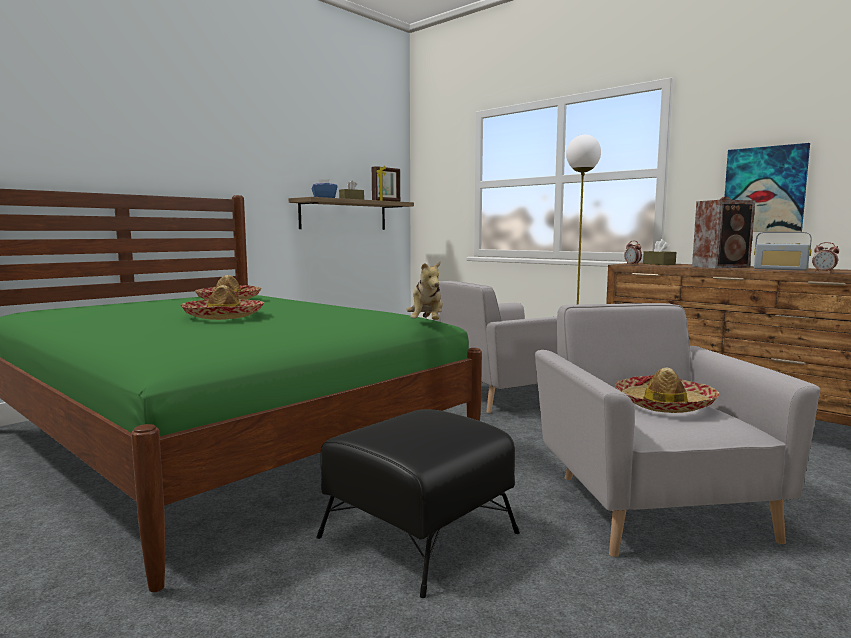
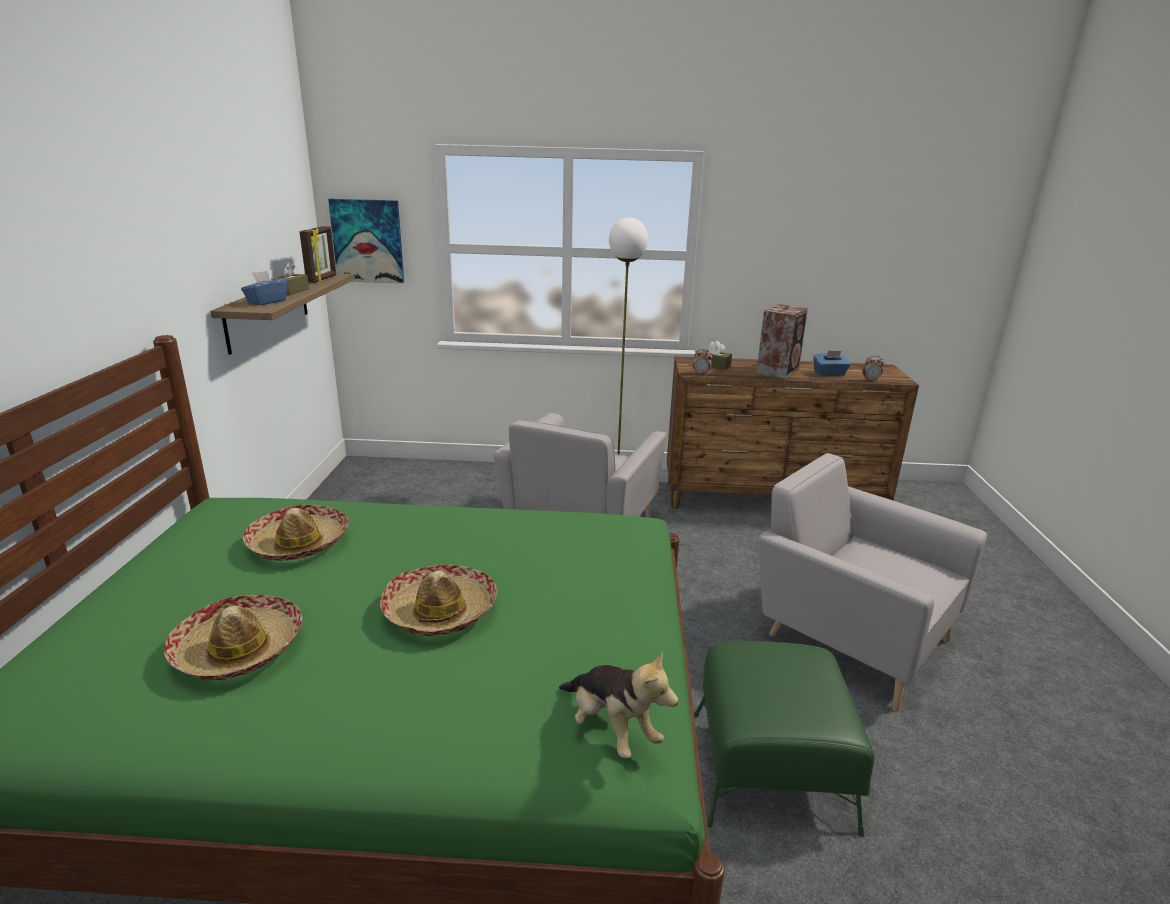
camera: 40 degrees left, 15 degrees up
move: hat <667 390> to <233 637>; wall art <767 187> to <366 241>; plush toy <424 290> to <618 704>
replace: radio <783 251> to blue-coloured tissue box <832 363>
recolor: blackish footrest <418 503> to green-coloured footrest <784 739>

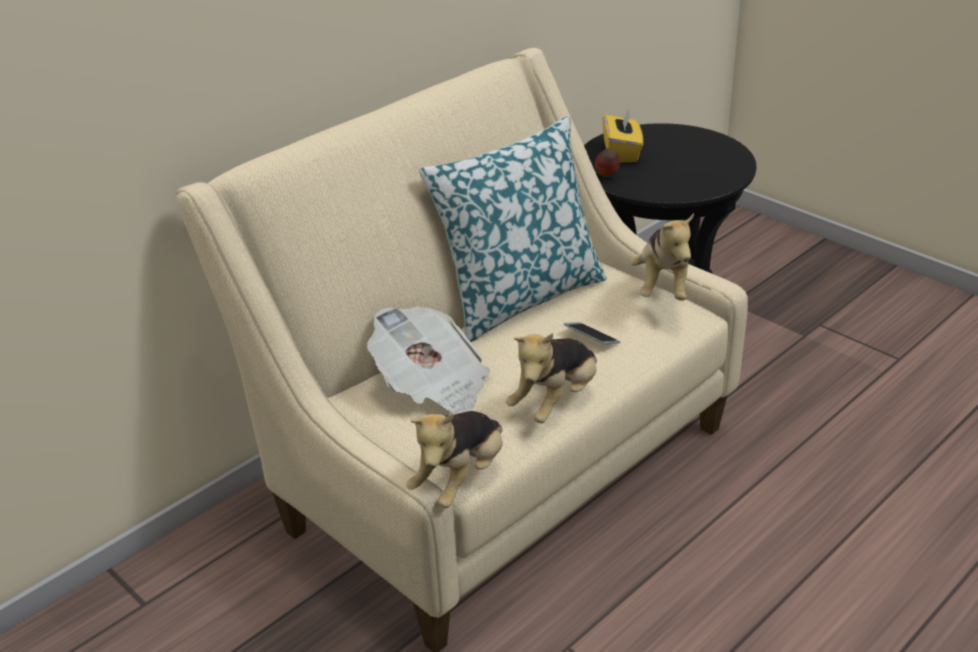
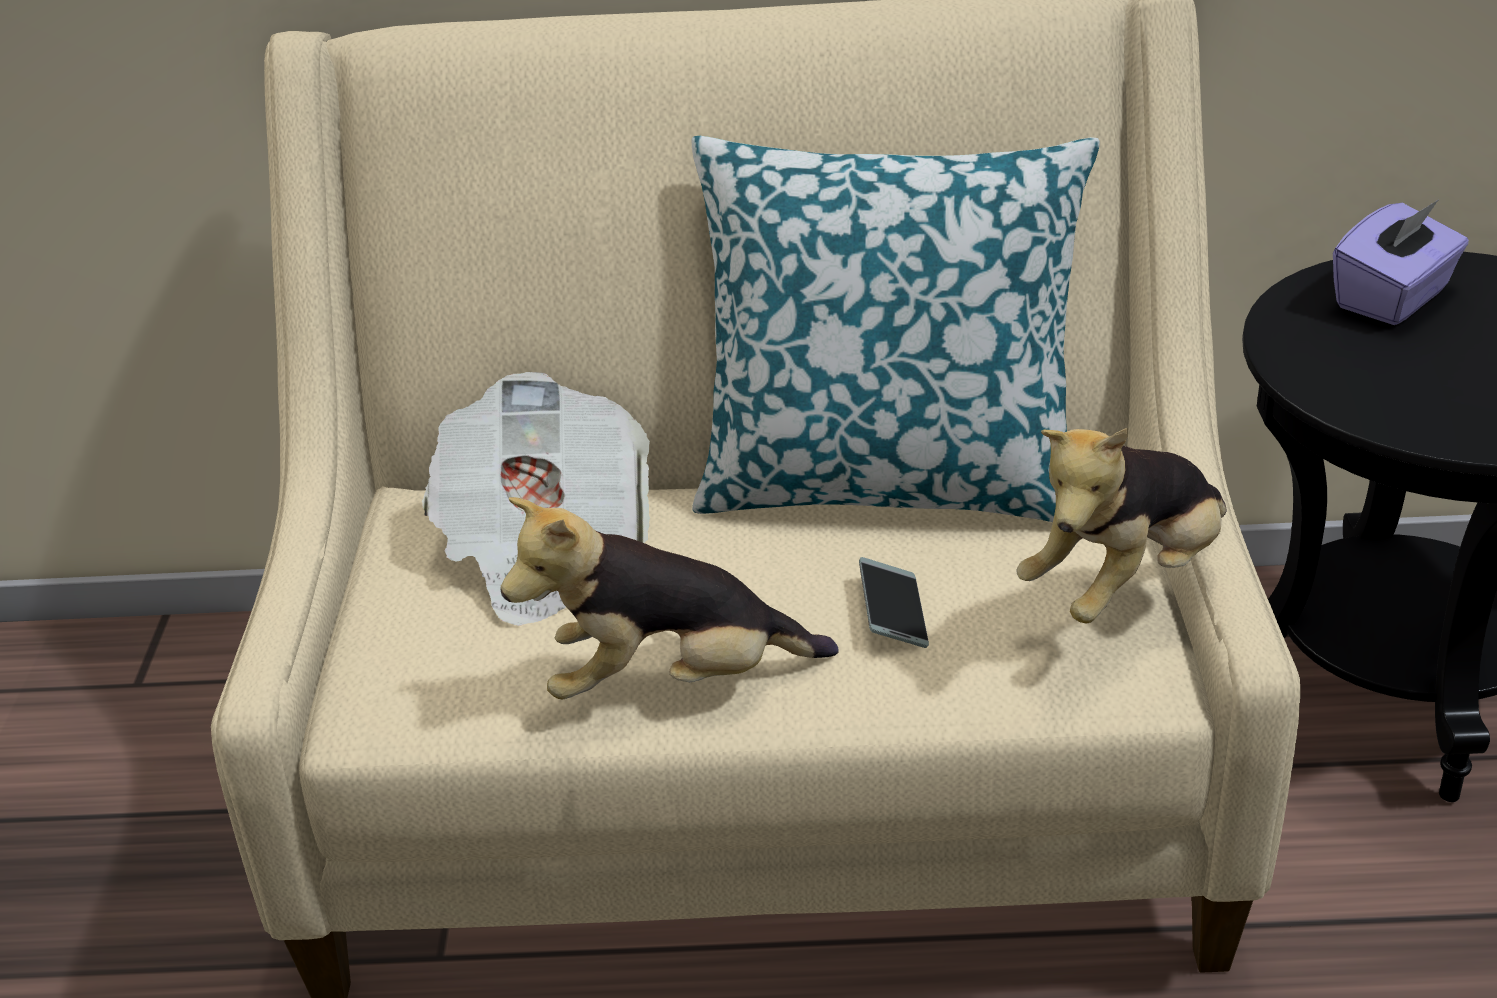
camera: 45 degrees right, 0 degrees up
delete: plush toy <454 459>; apple fruit <607 162>
recolor: yellowish tissue box <623 135> to purplish tissue box <1401 262>

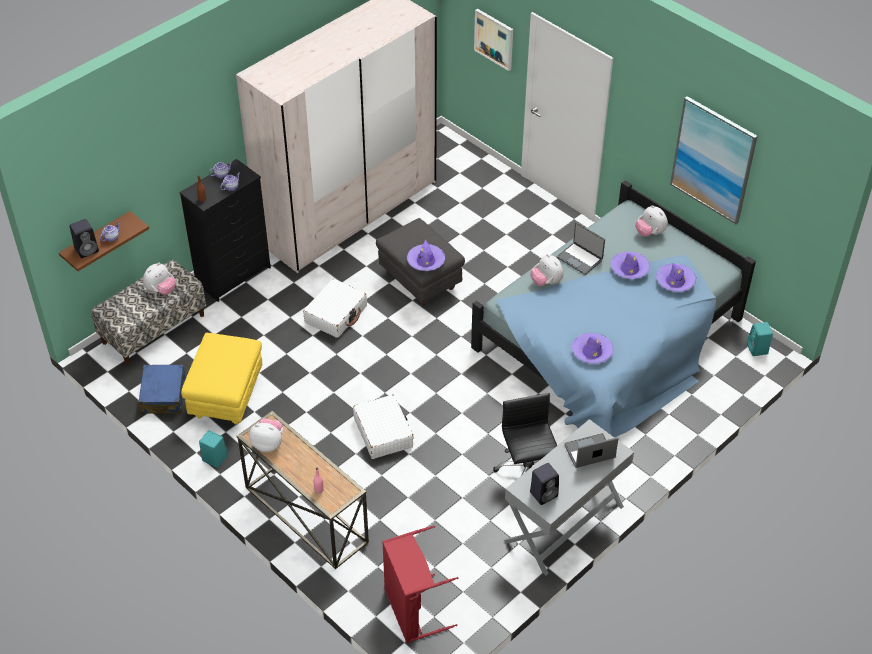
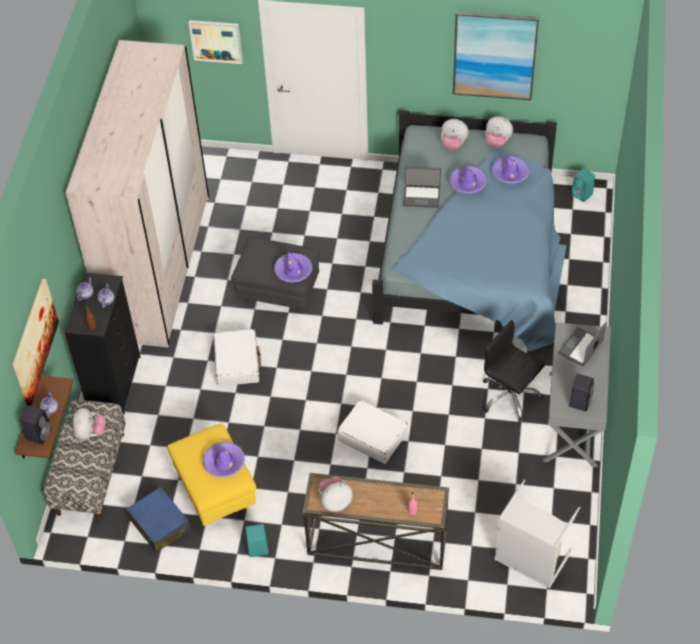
camera: 35 degrees left, 5 degrees up
insert: wall art <35 342>
move: purplish hat <593 348> to <224 460>; plush toy <546 270> to <499 132>
recolor: red hamper <420 584> to greyish hamper <537 534>

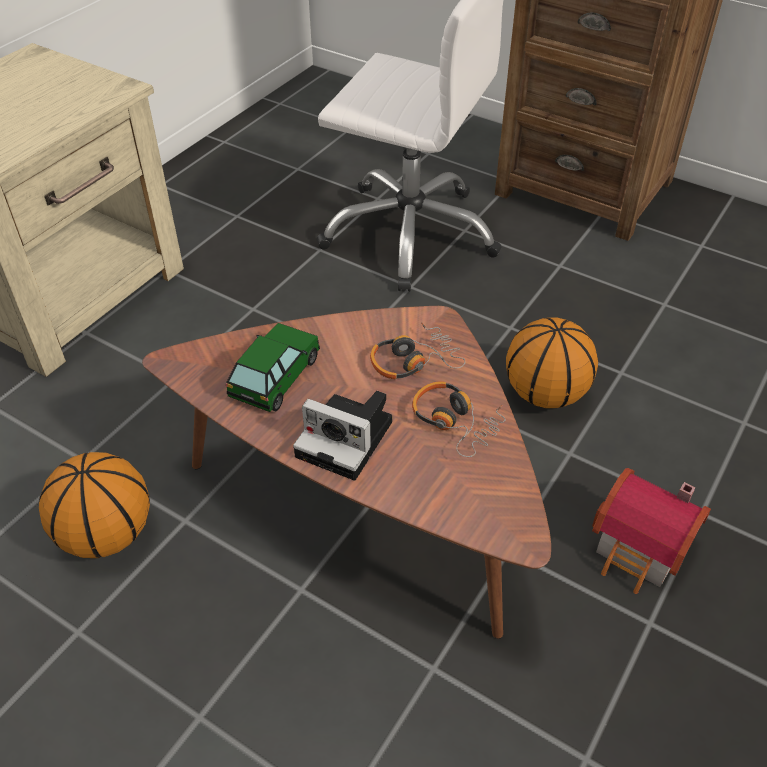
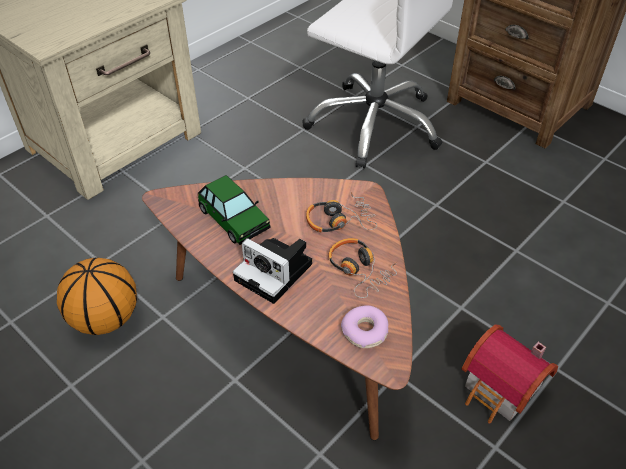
camera: 10 degrees right, 0 degrees up
delete: basketball ball <552 363>
insert: doughnut <364 326>
rotate: miniature car <273 367> = <234 210> 105 degrees clockwise

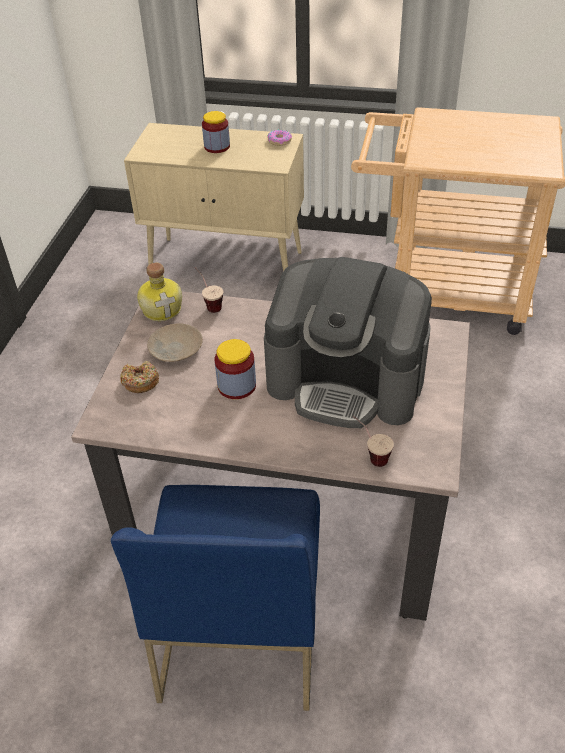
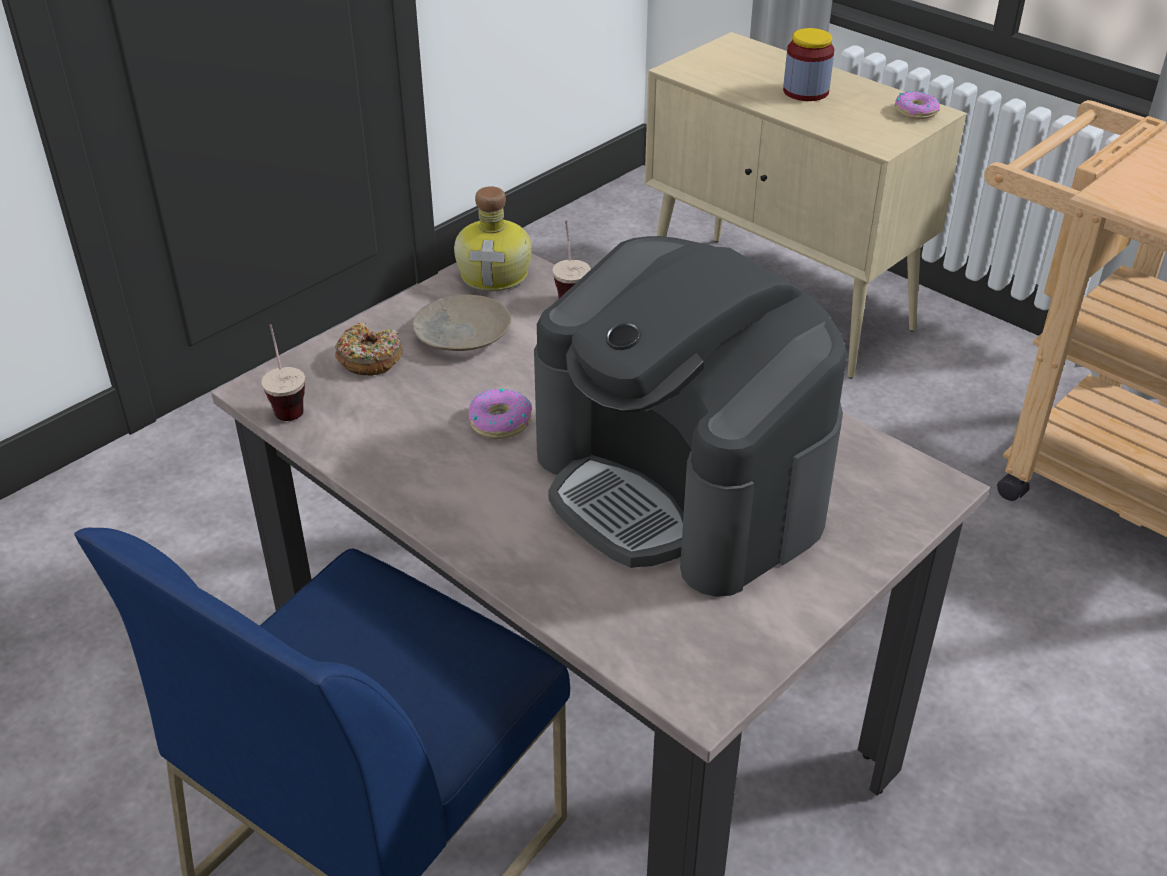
camera: 30 degrees right, 5 degrees down
move: cup <373 441> to <283 372>
replace: storage jar <235 369> to doughnut <500 414>

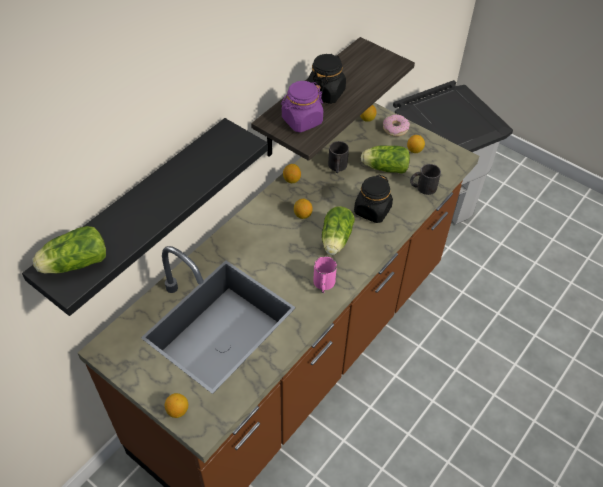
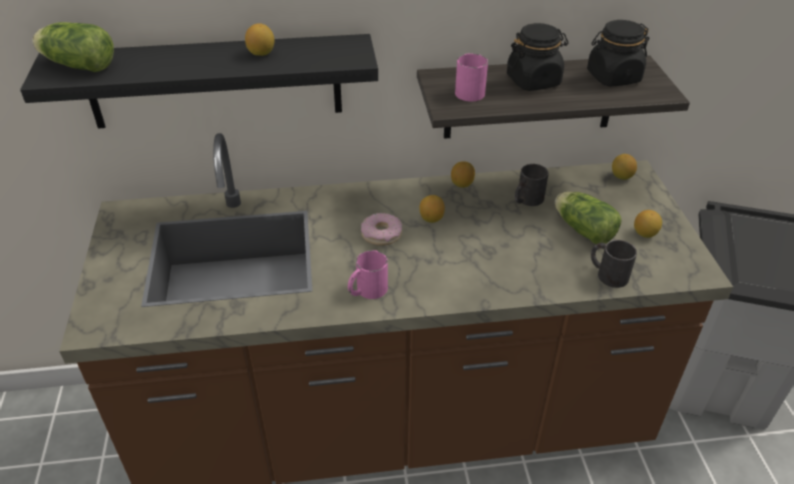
camera: 45 degrees right, 10 degrees down
delete: lettuce <338 230>
move: citrus fruit <176 405> to <259 40>; doughnut <396 126> to <381 229>; blackish storage jar <373 198> to <618 53>
replace: purplish storage jar <302 107> to pink mug <471 77>

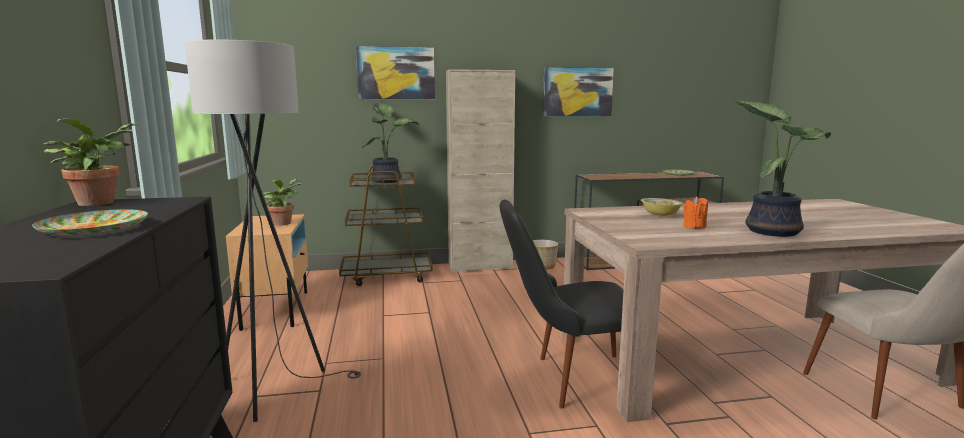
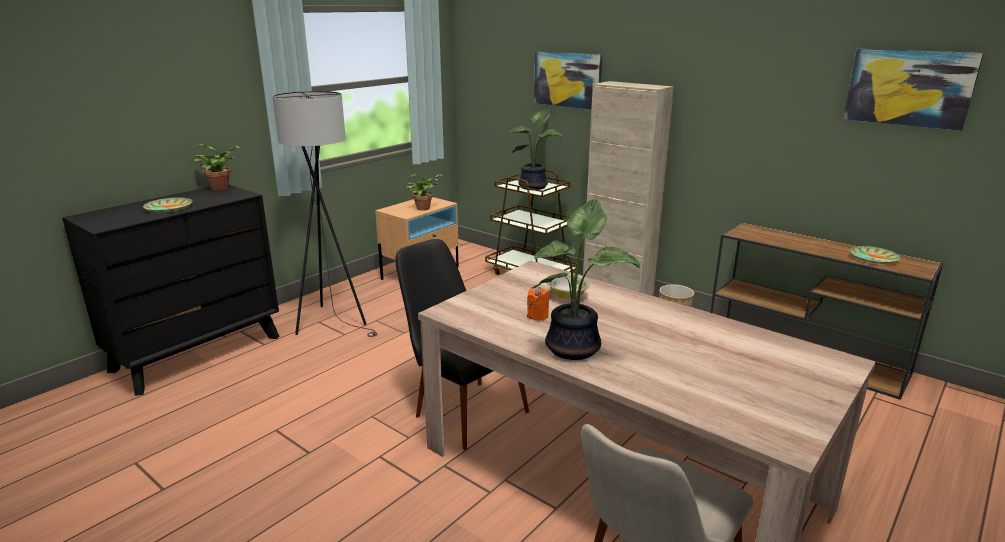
camera: 50 degrees right, 10 degrees up
move: wall art <578 92> to <913 89>

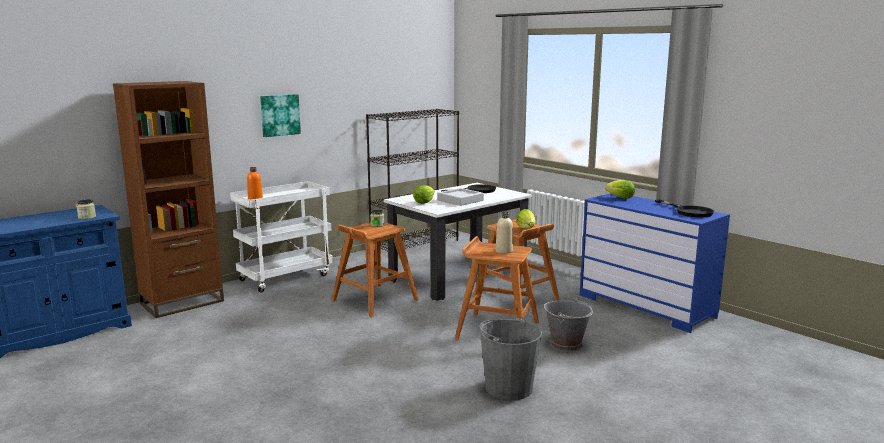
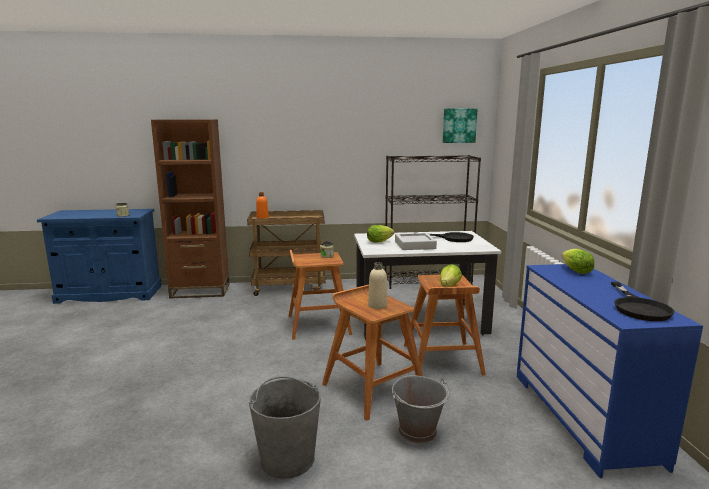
camera: 35 degrees right, 0 degrees up
move: wall art <280 115> to <460 126>
recolor: whitish wheeled cart <281 237> to brown wheeled cart <286 253>

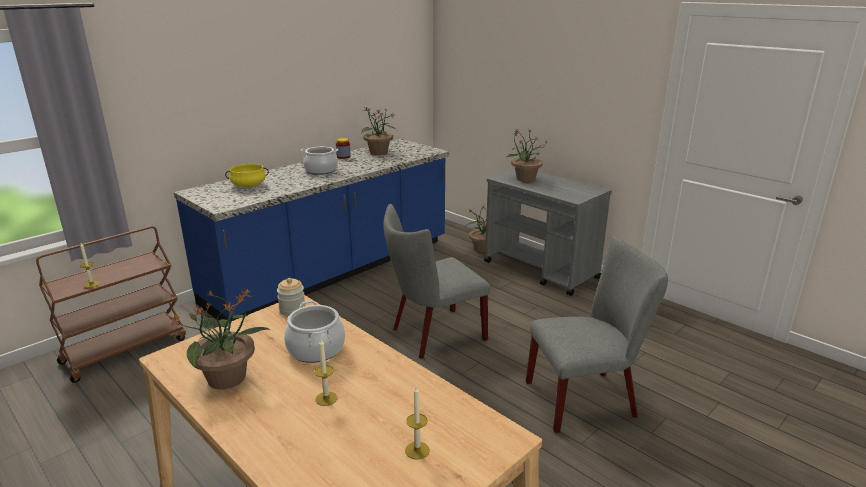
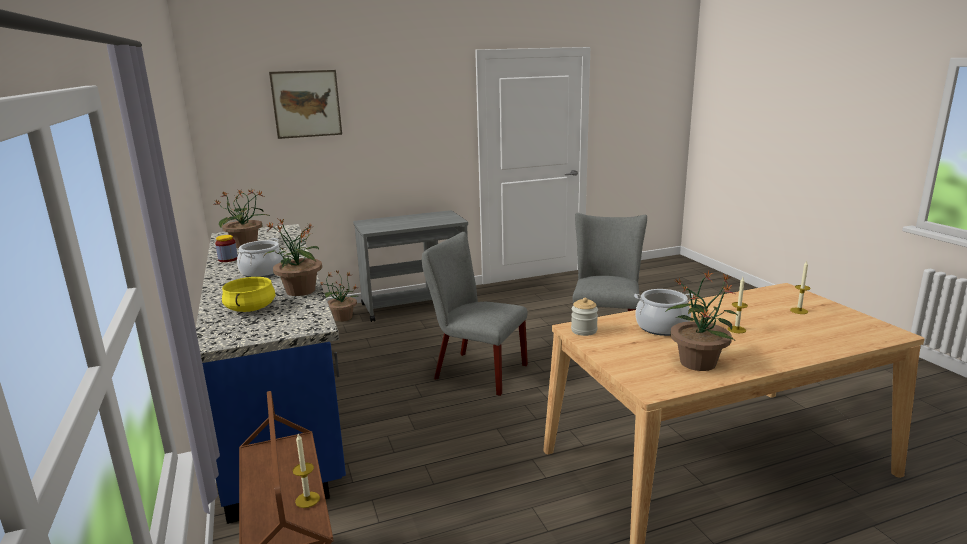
camera: 65 degrees left, 5 degrees down
insert: wall art <305 104>
move: plant in a pot <527 155> to <292 257>
rotate: greyish chair <436 281> = <475 314> 120 degrees clockwise

